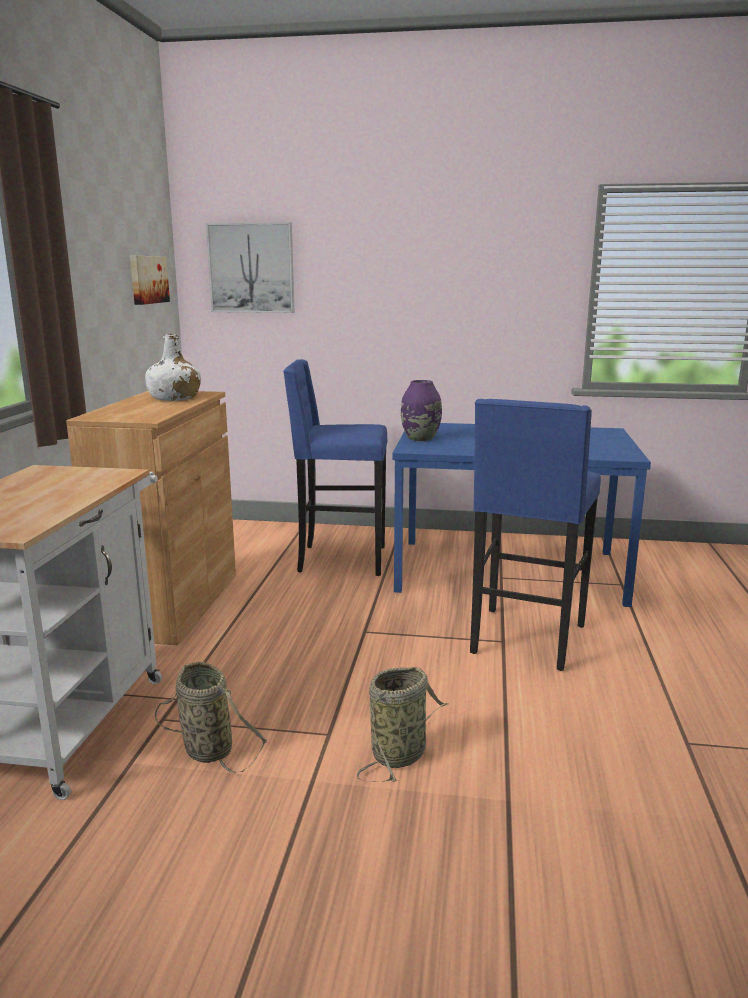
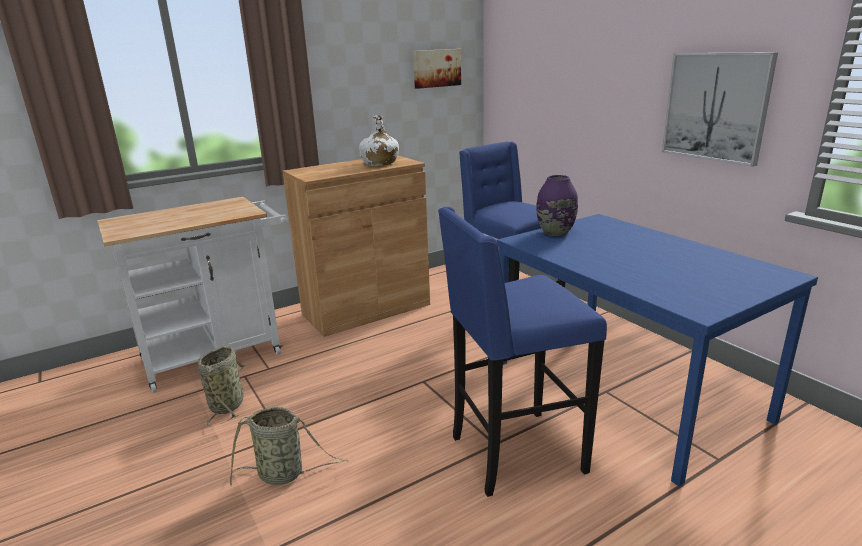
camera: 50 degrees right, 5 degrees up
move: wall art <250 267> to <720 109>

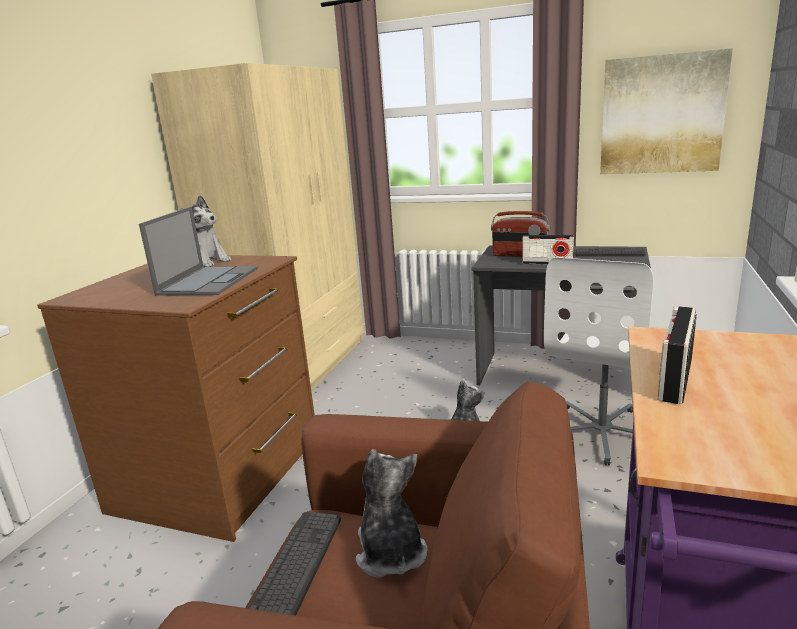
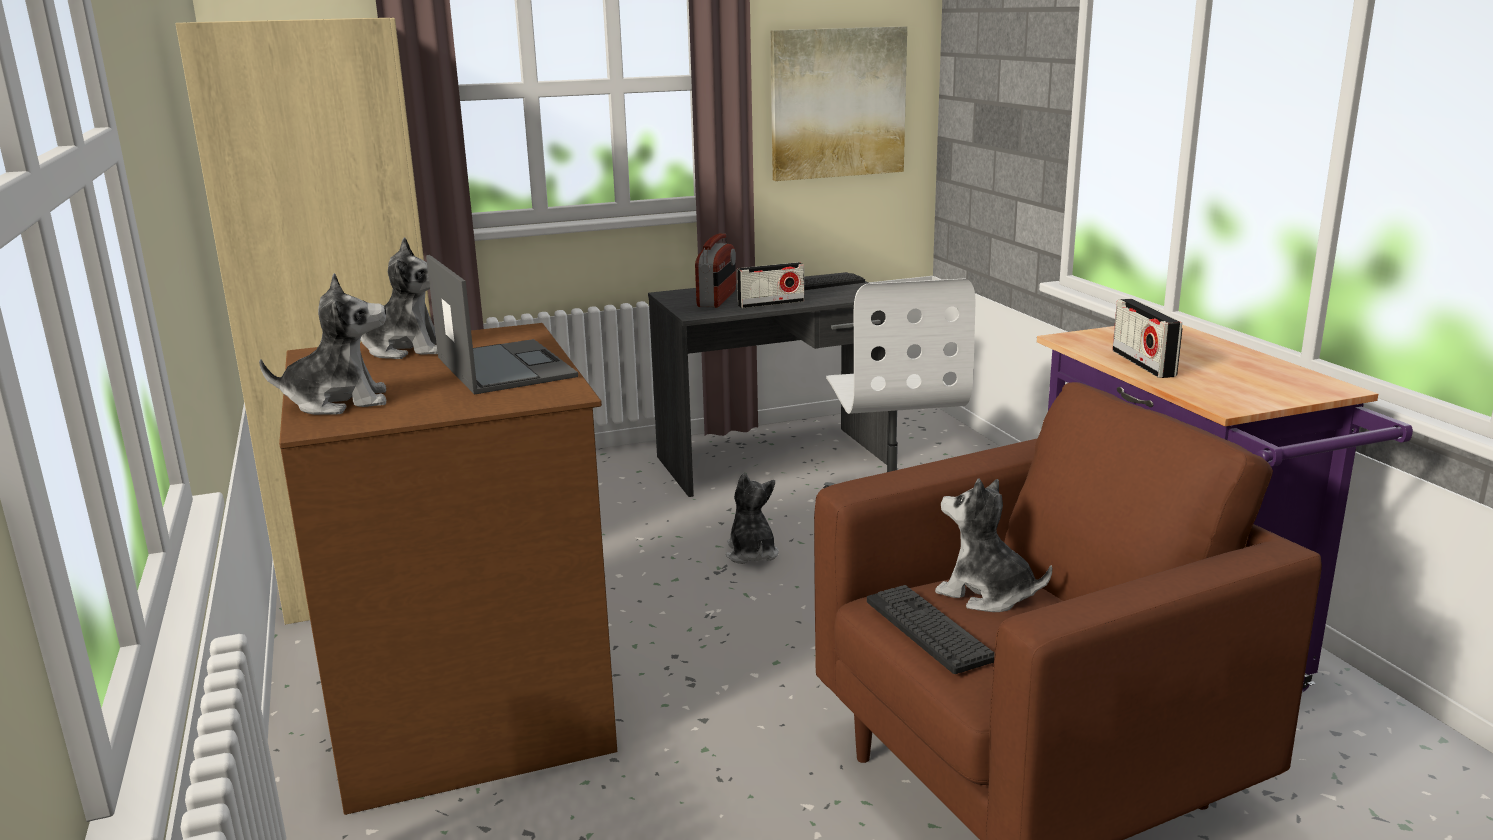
camera: 40 degrees left, 0 degrees up
insert: plush toy <322 344>
rotate: radio <520 234> = <715 270> 60 degrees counterclockwise

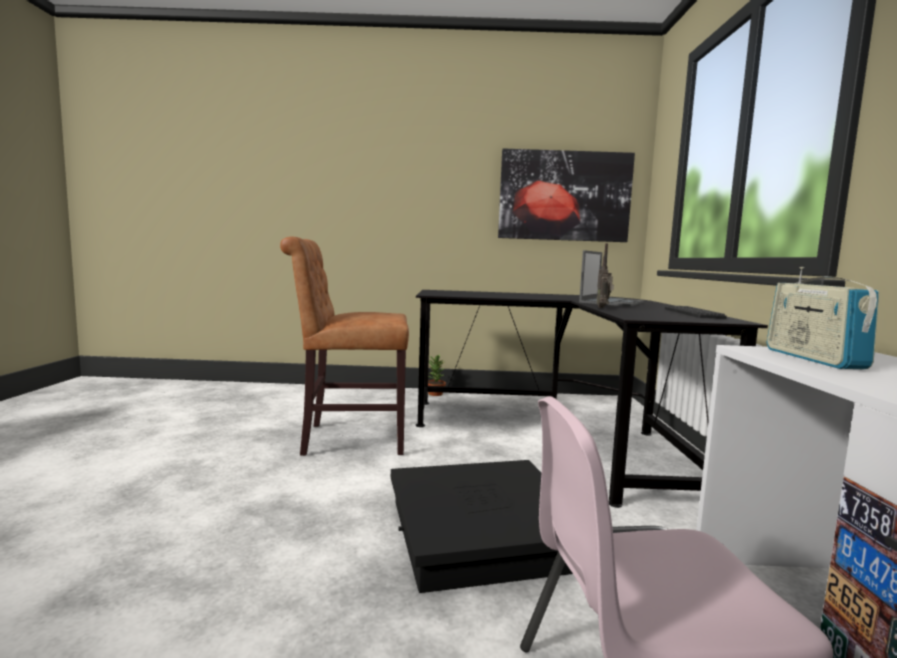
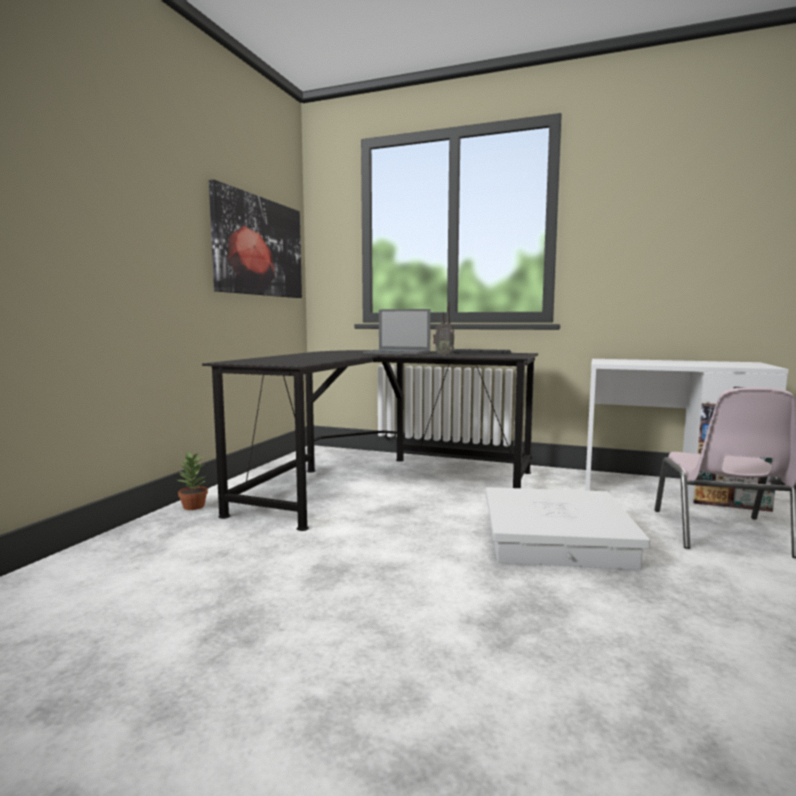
camera: 70 degrees left, 0 degrees up
delete: brown chair <344 346>; radio <822 318>
recolor: blackish storage box <482 526> to whitish storage box <568 528>
rotate: notebook computer <611 278> = <397 332> 150 degrees clockwise

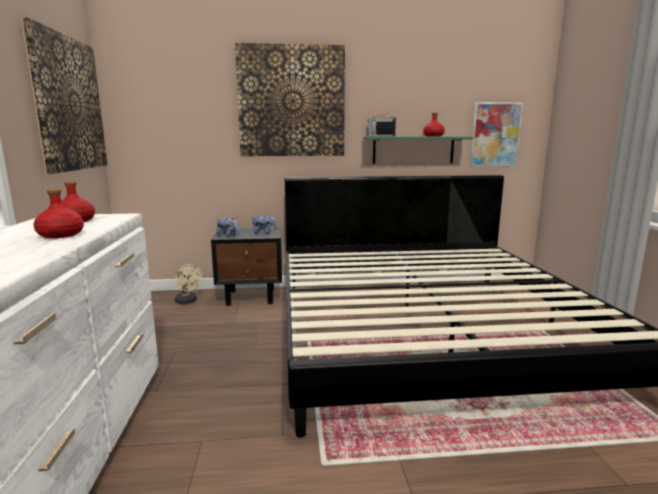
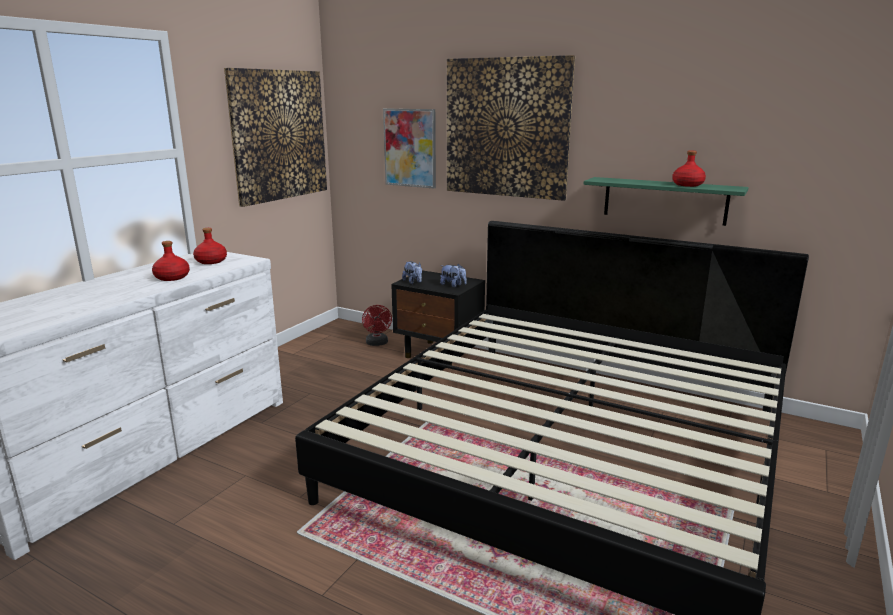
camera: 35 degrees right, 5 degrees up
delete: radio <382 124>
move: wall art <496 134> to <409 148>
recolor: sand-coloured electric fan <188 284> to red electric fan <377 325>

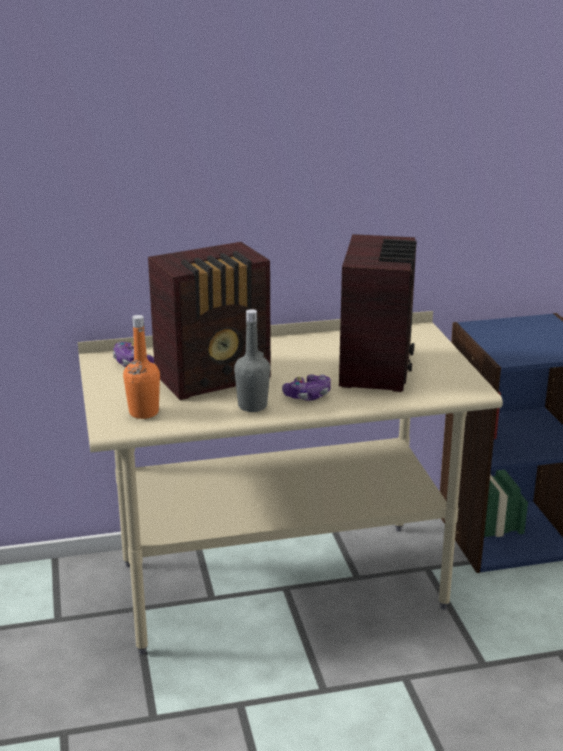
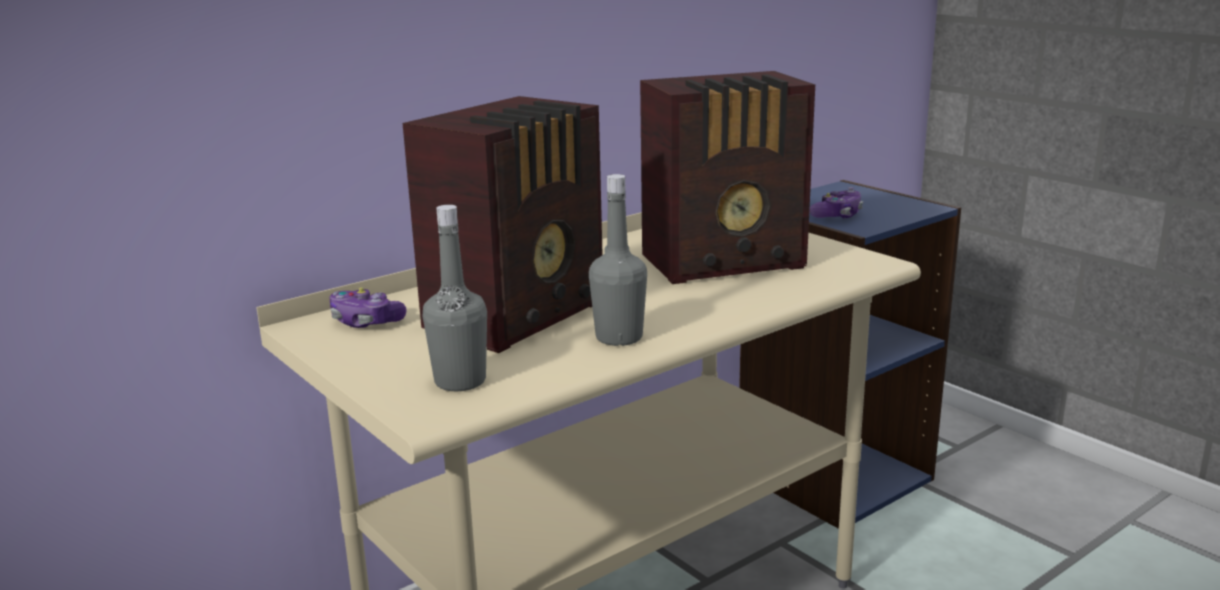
camera: 25 degrees left, 5 degrees down
move: game controller <306 387> to <836 202>
recolor: orange bottle <141 367> to greyish bottle <455 298>
rotate: radio <378 313> = <727 177> 90 degrees clockwise

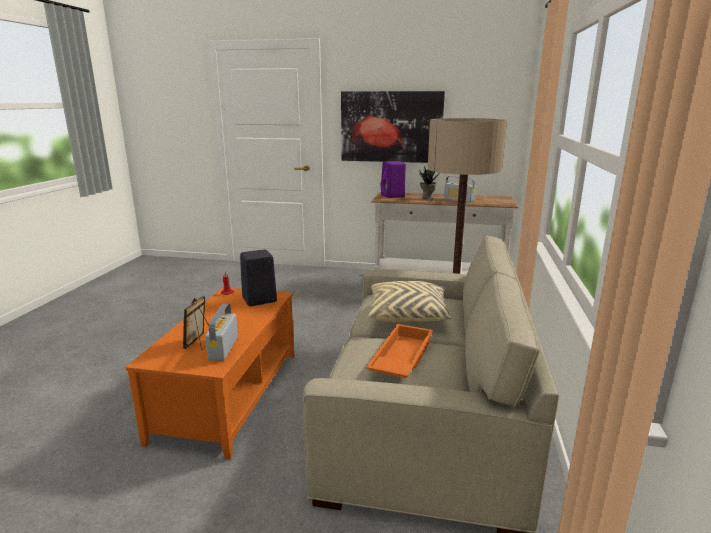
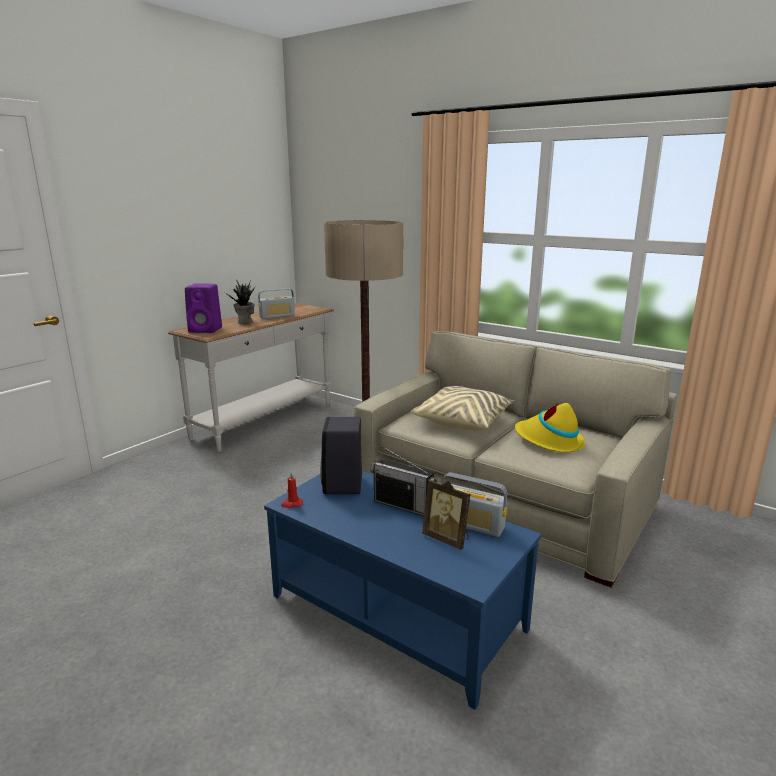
camera: 65 degrees left, 0 degrees up
delete: wall art <393 127>
insert: radio <403 481>
replace: orange tray <399 351> to yellowish hat <550 427>
recolor: orange low table <209 373> to blue-coloured low table <402 590>

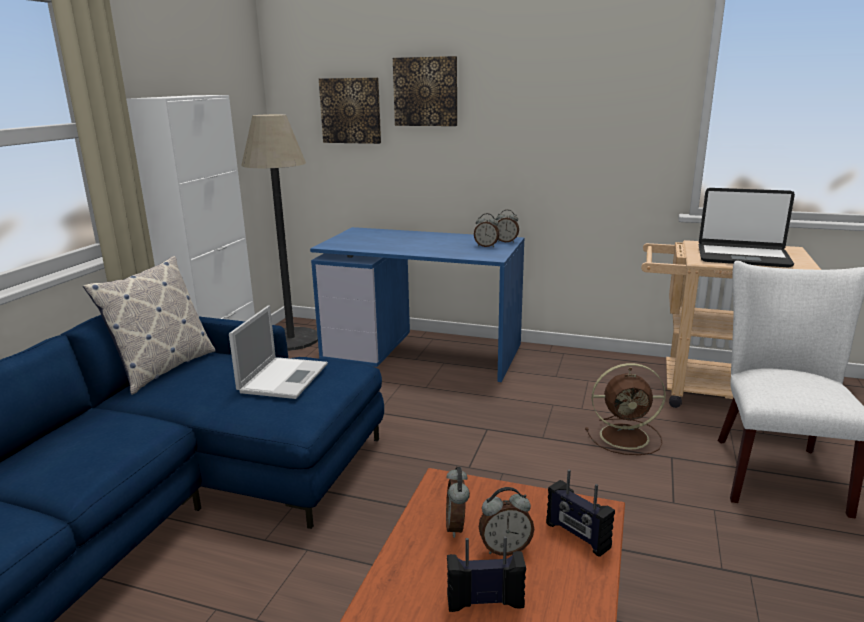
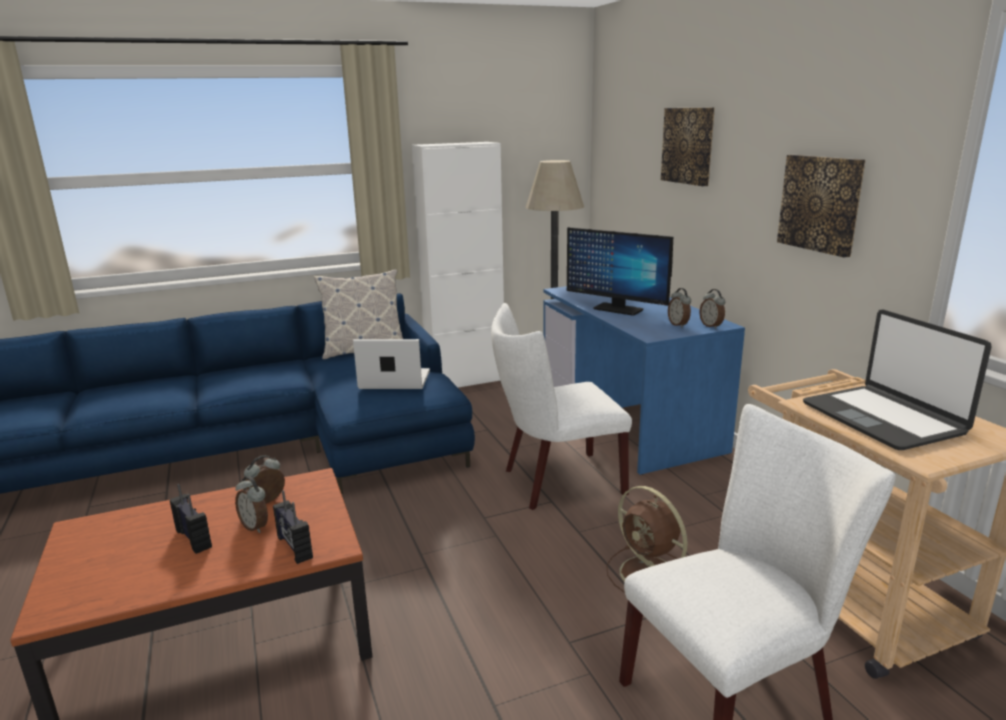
camera: 50 degrees right, 0 degrees up
insert: whitish chair <561 406>; monitor <620 271>
move: wall art <350 111> to <821 206>
rotate: radio <580 513> = <293 527> 45 degrees counterclockwise; notebook computer <278 352> = <391 364> 150 degrees counterclockwise

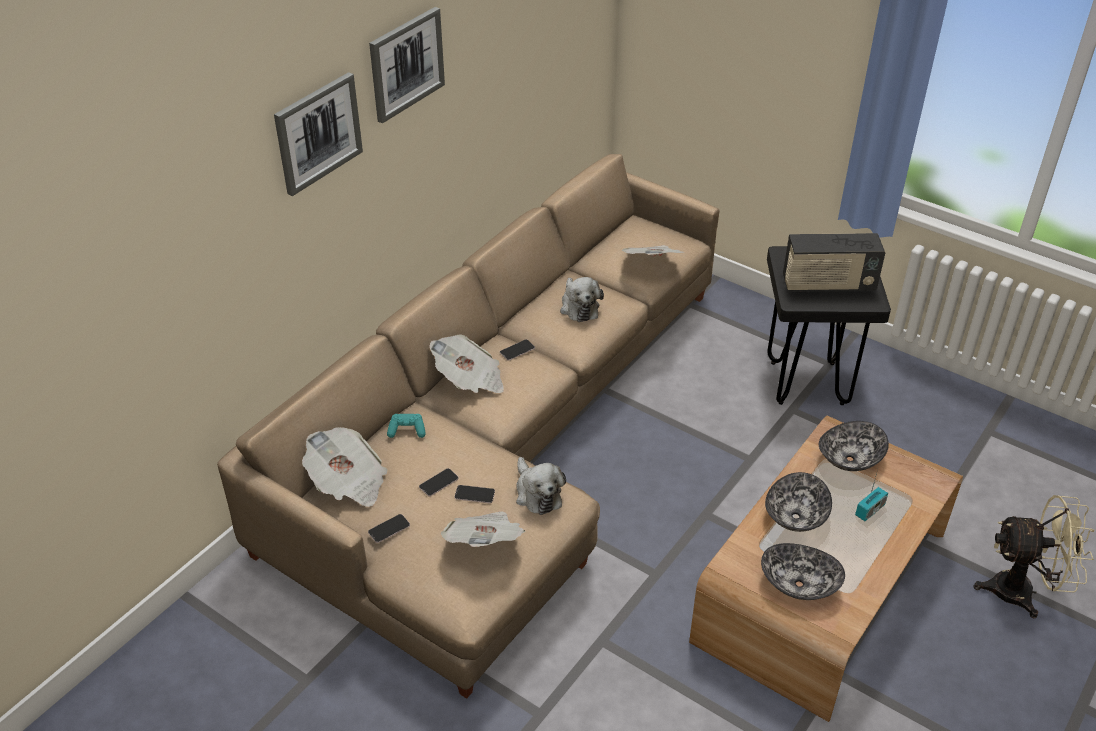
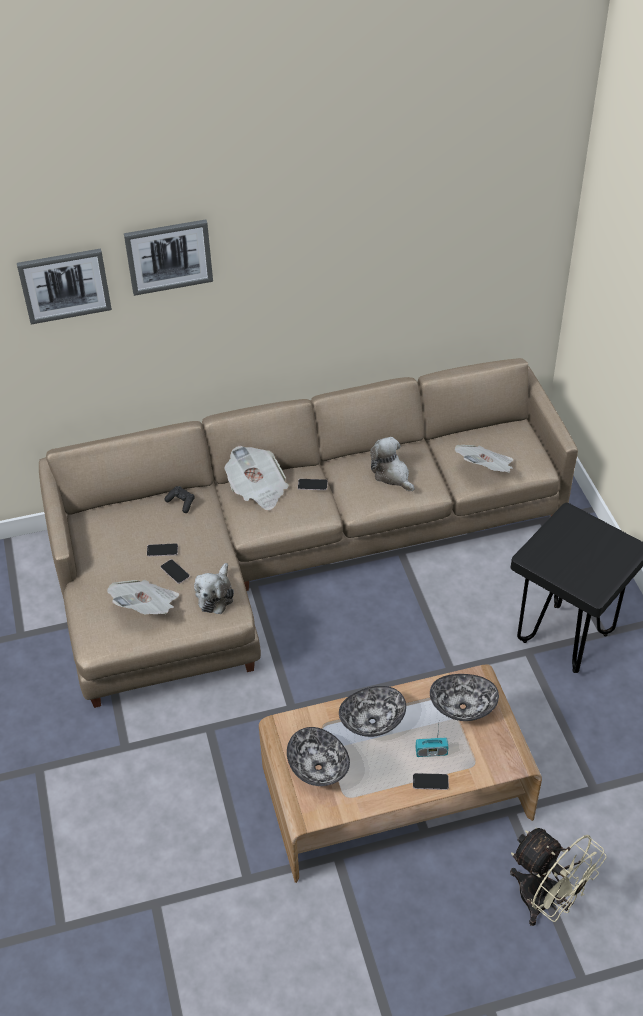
camera: 40 degrees right, 5 degrees up
delete: daily paper <345 467>; radio <834 262>
move: wall art <407 65> to <64 286>; handset <389 528> to <431 781>
recolor: turquoise game controller <406 426> to blackish game controller <179 499>
rotate: plush toy <582 299> = <392 464> 120 degrees clockwise

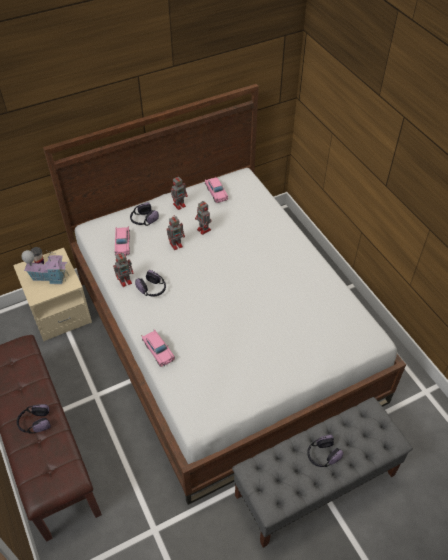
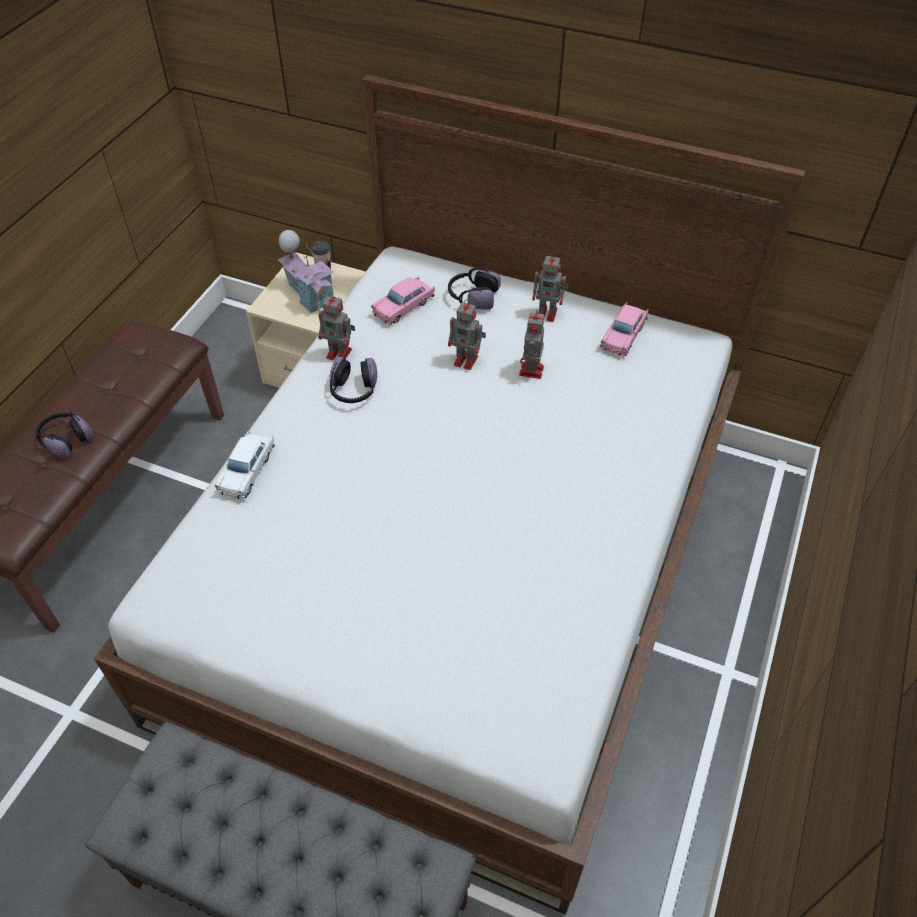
camera: 50 degrees right, 0 degrees up
delete: headphones <325 450>
recolor: pink miniature car <158 348> to whitish miniature car <245 465>

